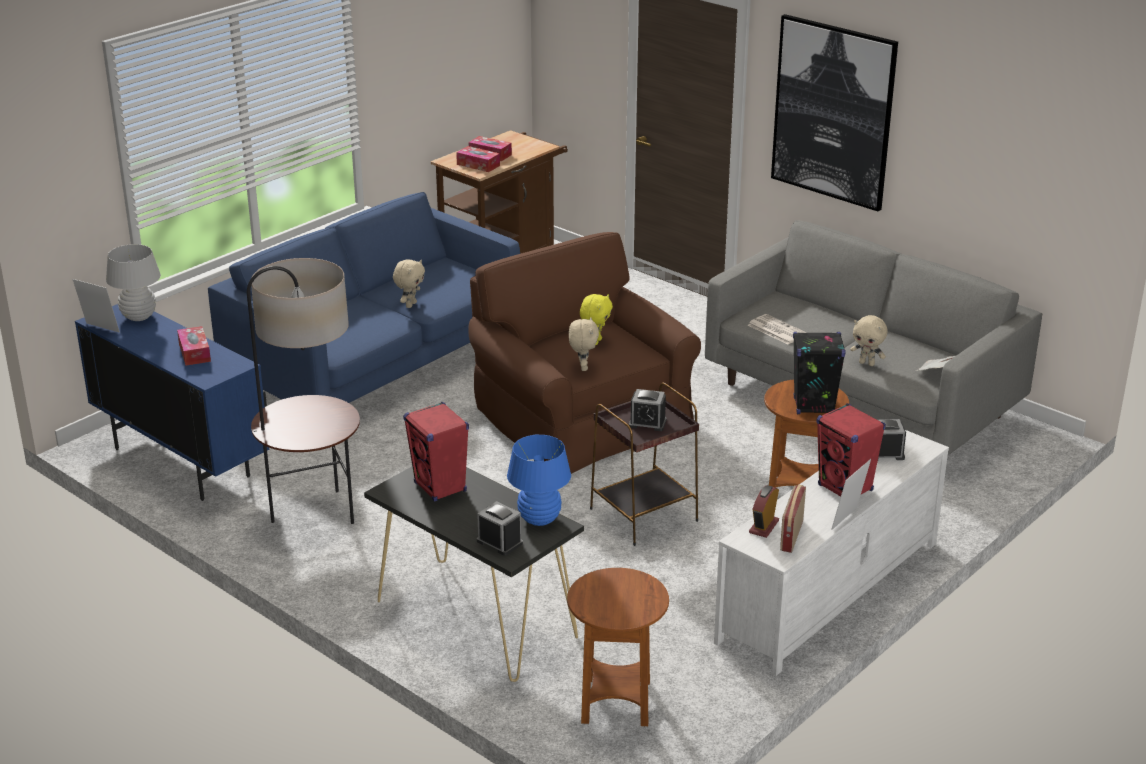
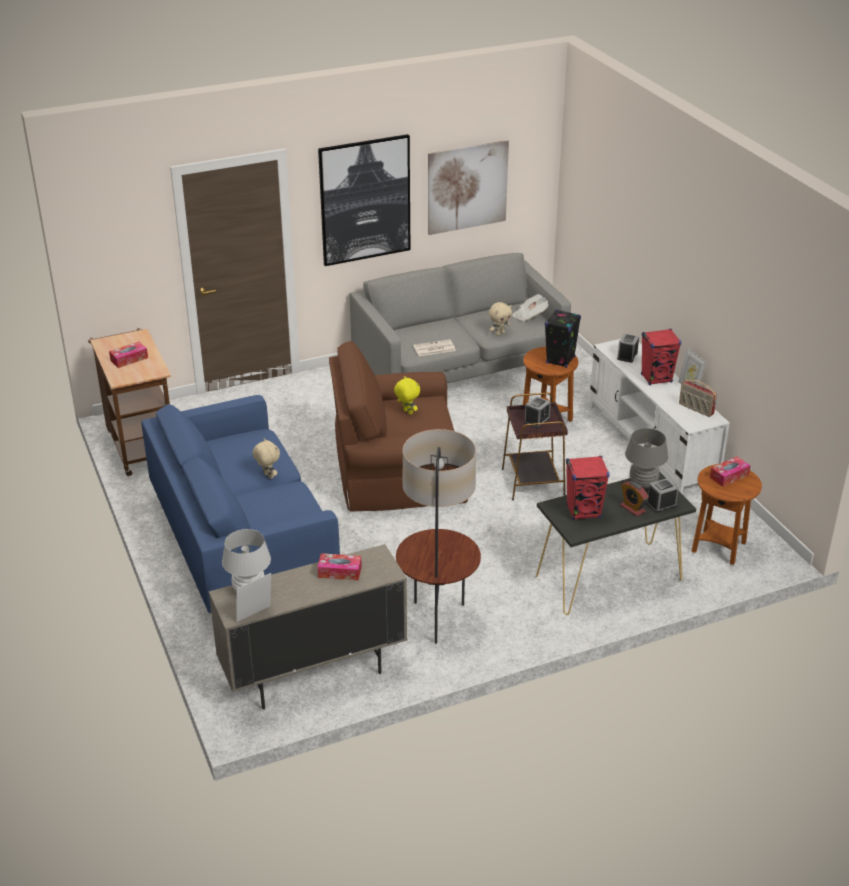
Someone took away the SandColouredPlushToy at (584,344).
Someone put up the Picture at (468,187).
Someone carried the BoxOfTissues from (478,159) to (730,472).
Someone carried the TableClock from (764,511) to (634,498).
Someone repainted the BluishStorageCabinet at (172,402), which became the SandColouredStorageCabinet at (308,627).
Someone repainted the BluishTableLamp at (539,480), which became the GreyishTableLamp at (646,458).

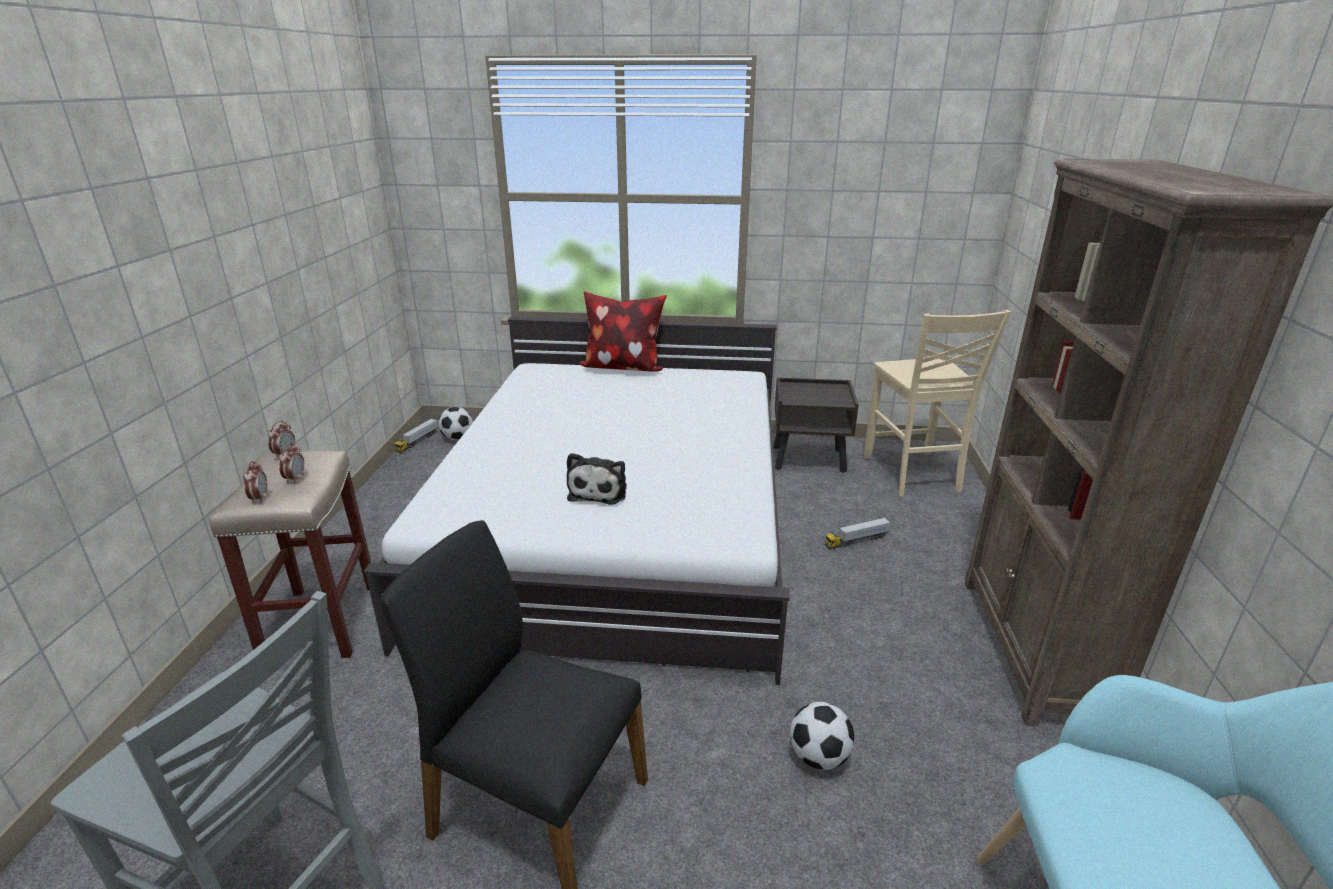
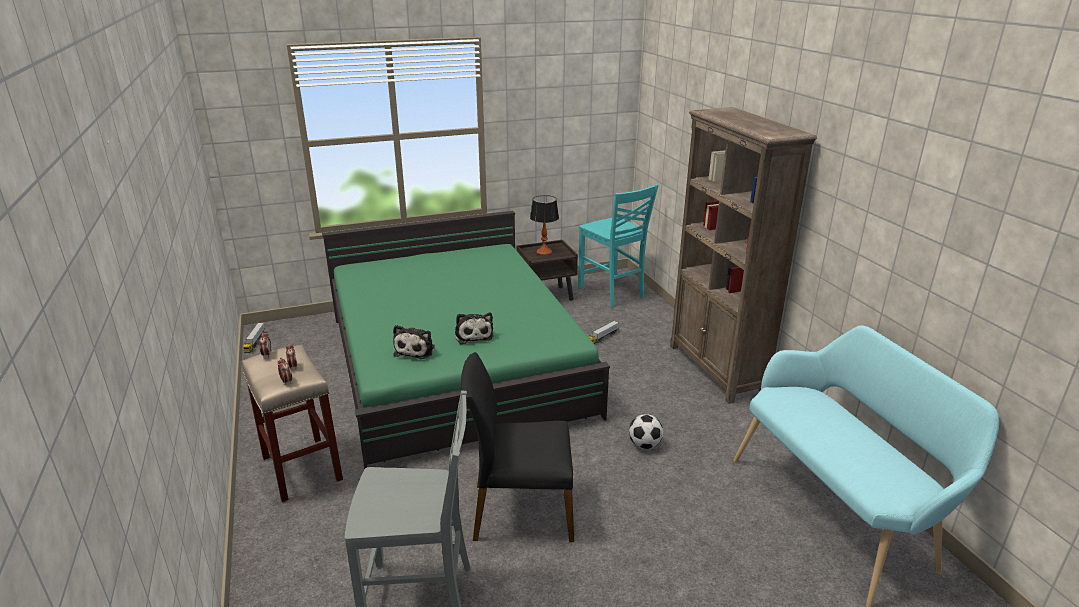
Someone took away the Football at (455,423).
Someone took away the ThrowPillow at (623,331).
Someone put down the PlushToy at (414,342).
Someone put down the TableLamp at (544,225).
Someone repainted the WhiteBed at (577,501), which became the GreenBed at (466,340).
Someone repainted the SandColouredChair at (937,403), which became the BlueGreenChair at (618,246).

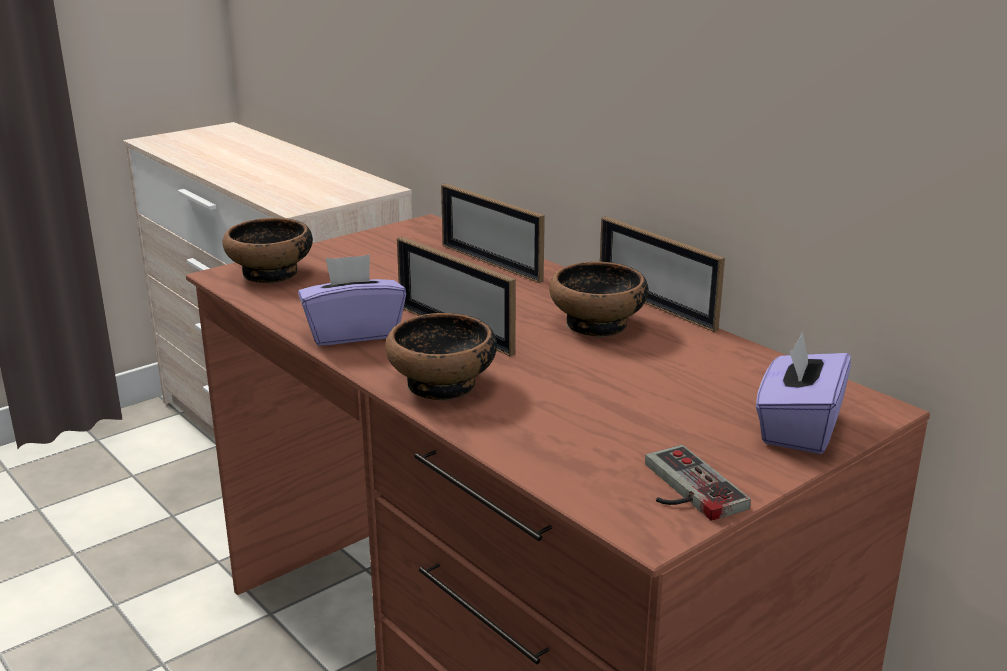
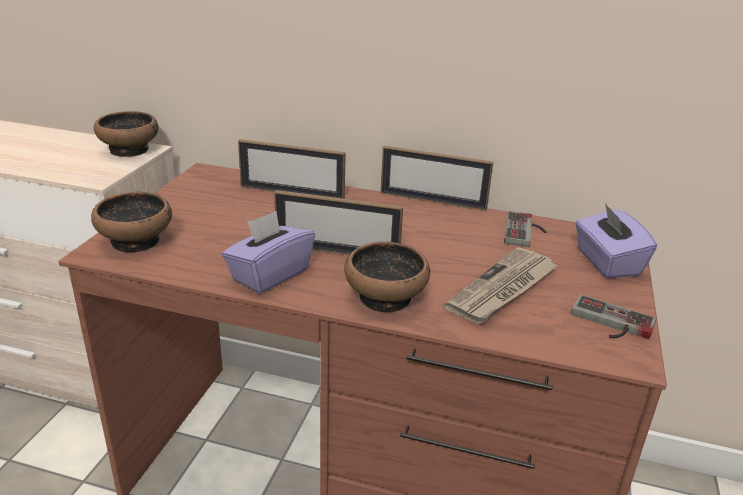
Someone put down the PrintedPaper at (501,285).
Someone put down the GameController at (525,229).
Someone carried the Bowl from (599,299) to (126,134).

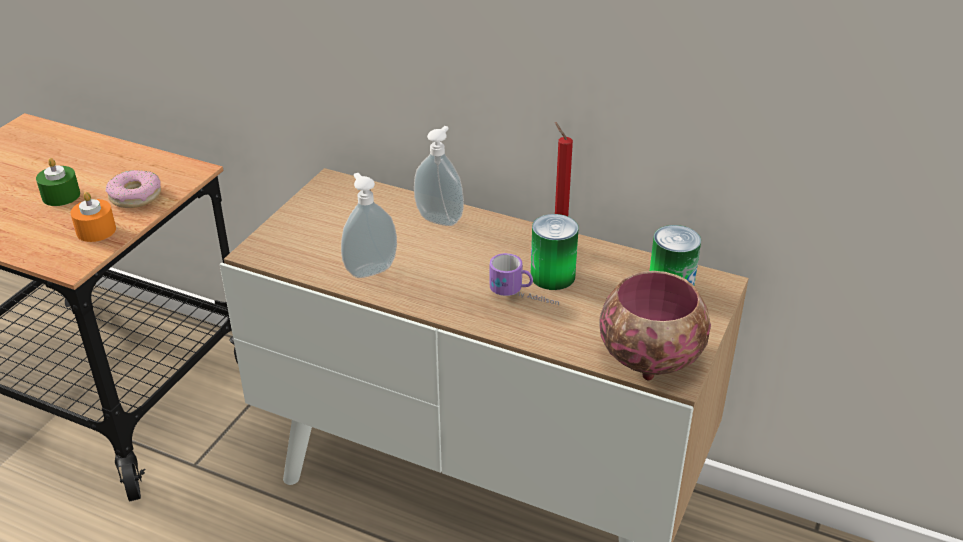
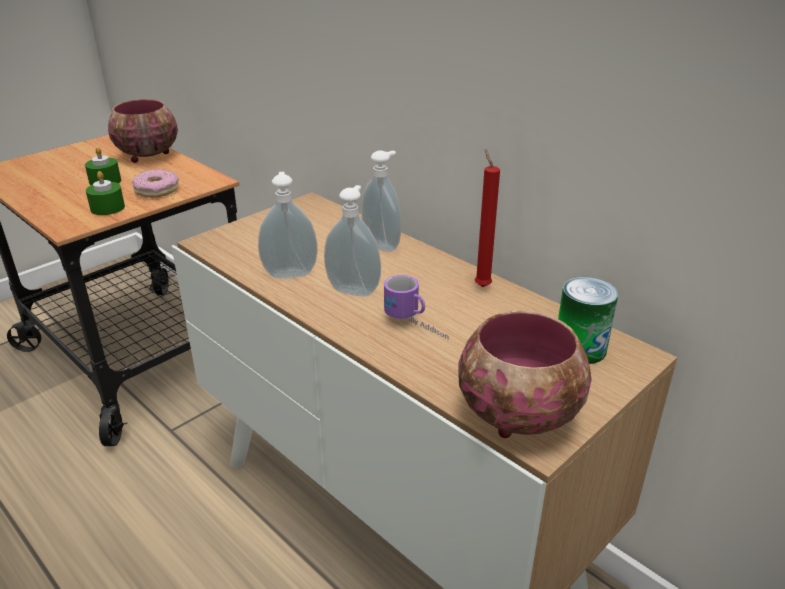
Someone took away the SealedCan at (554,252).
Someone put down the Bowl at (143,131).
Someone put down the SoapDispenser at (352,240).
Someone repainted the OrangeyWaxCandle at (93,217), which became the GreenWaxCandle at (105,193).

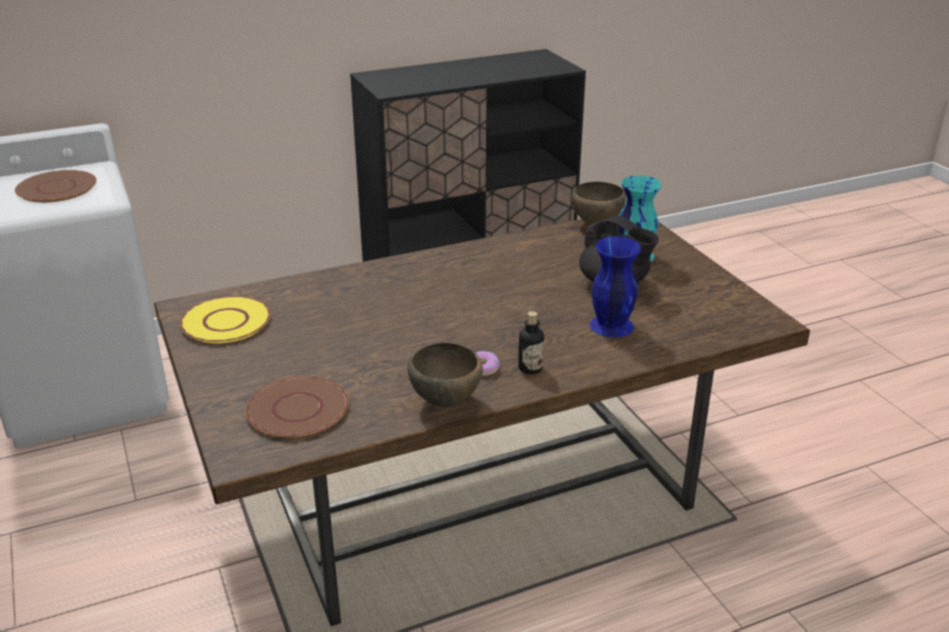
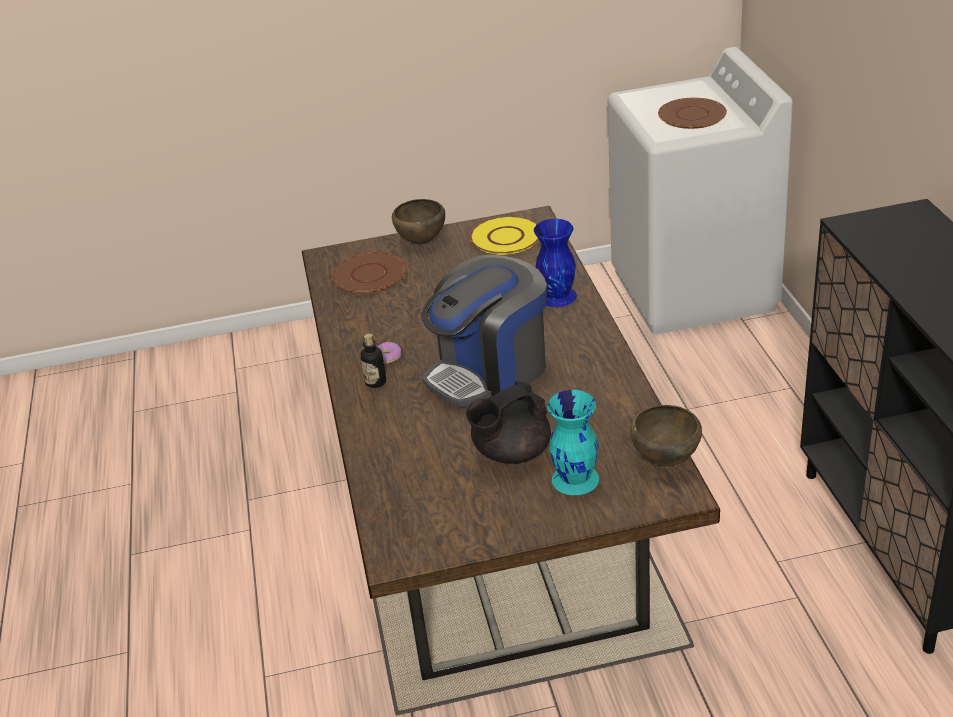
Someone put down the CoffeeMaker at (484,330).
Someone carried the BrownColouredBowl from (445,375) to (418,221).
Someone carried the BluishDecorativeVase from (615,286) to (555,263).

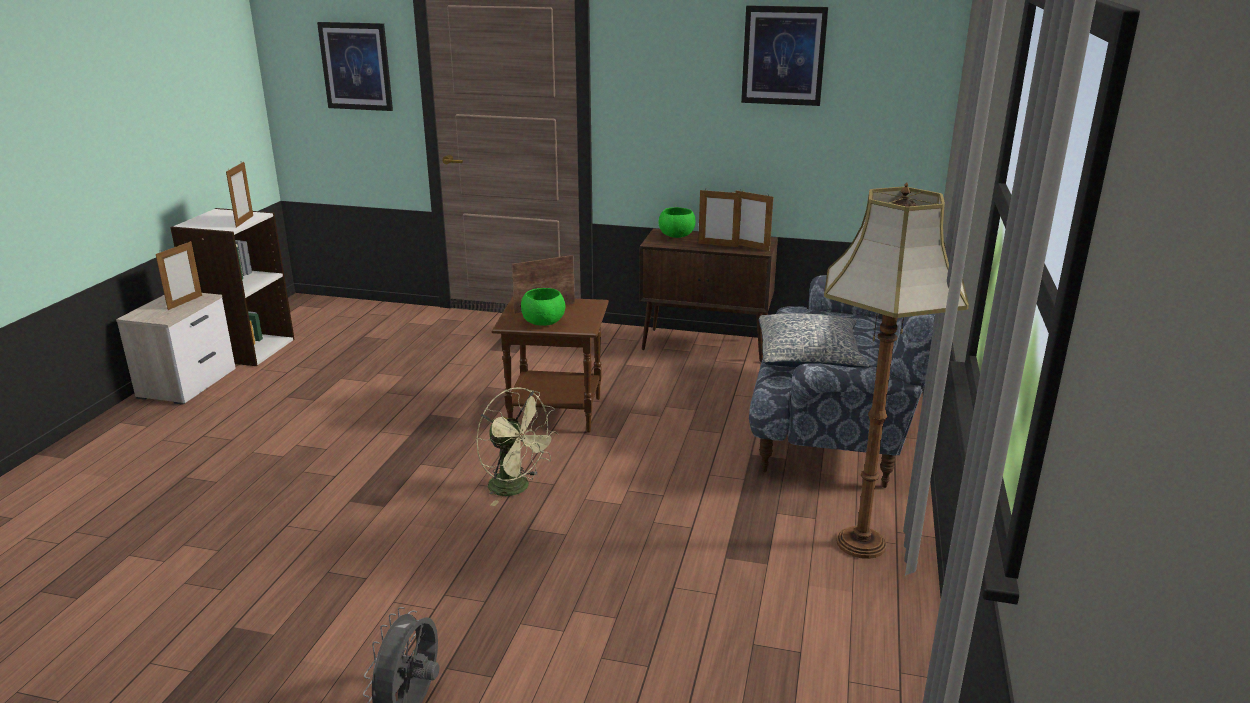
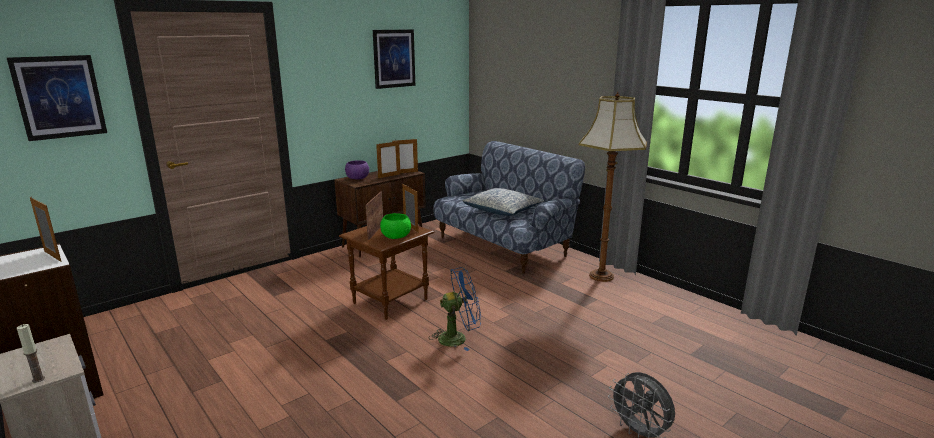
Someone put down the WaxCandle at (31,353).
Someone carried the PictureFrame from (179,275) to (410,208).
Someone repainted the GreenFan at (517,446), which became the BluishFan at (455,309).
Someone repainted the GreenBowl at (677,222), which became the PurplishBowl at (357,170).

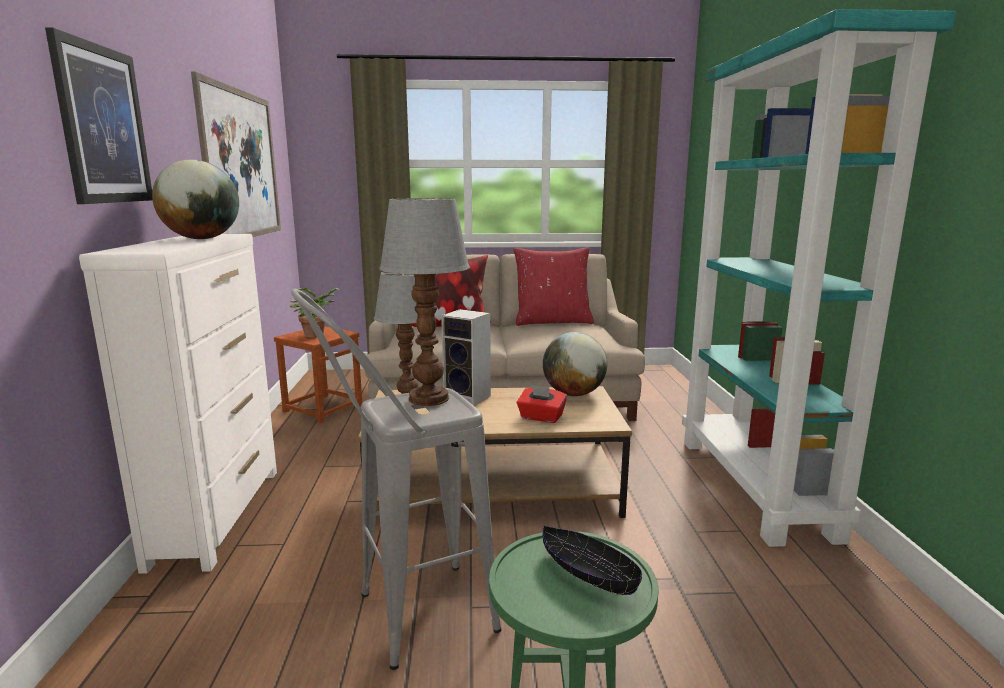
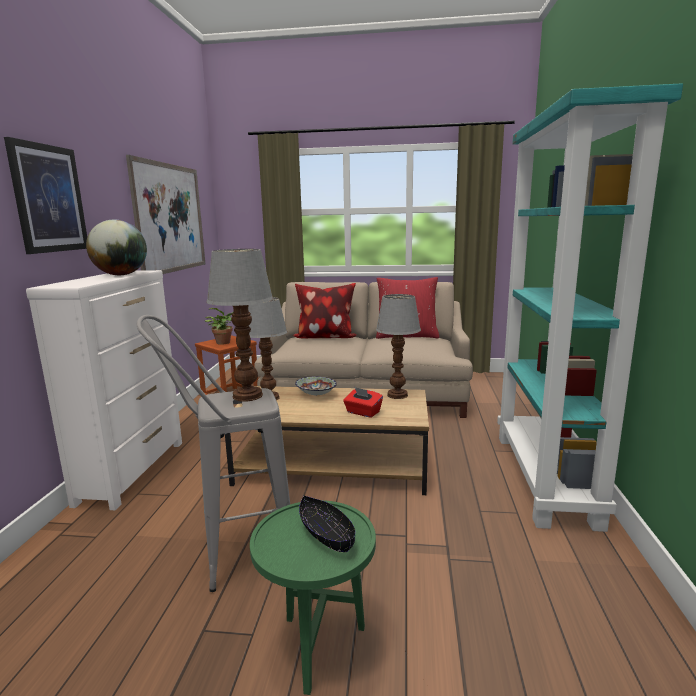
Someone swapped the Speaker at (466,357) for the Bowl at (316,386).
Someone swapped the WorldGlobe at (575,364) for the TableLamp at (398,346).

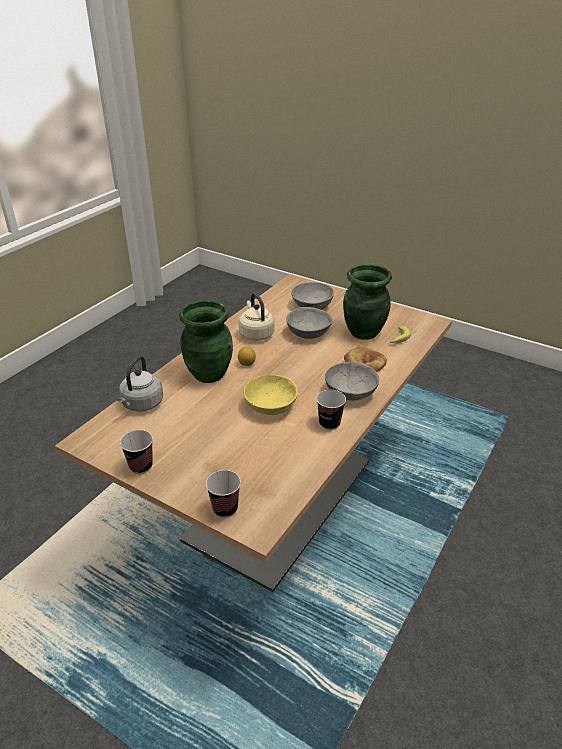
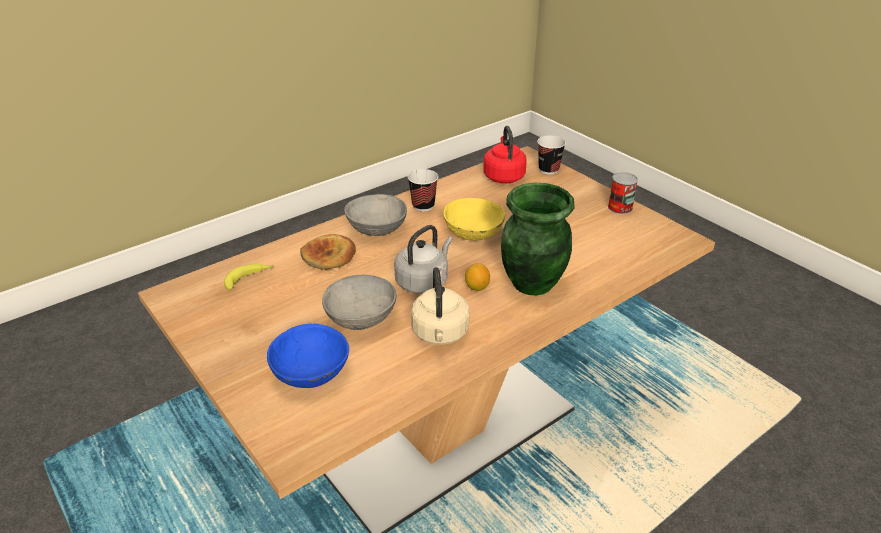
Someone took away the GreenDecorativeVase at (367,302).
Someone put down the RedColouredKettle at (505,154).
Someone carried the GreyishKettle from (140,384) to (423,259).
Someone swapped the SmallCup at (136,452) for the SealedCan at (623,193).
Someone repainted the GreyishBowl at (312,296), which became the BluishBowl at (308,356).

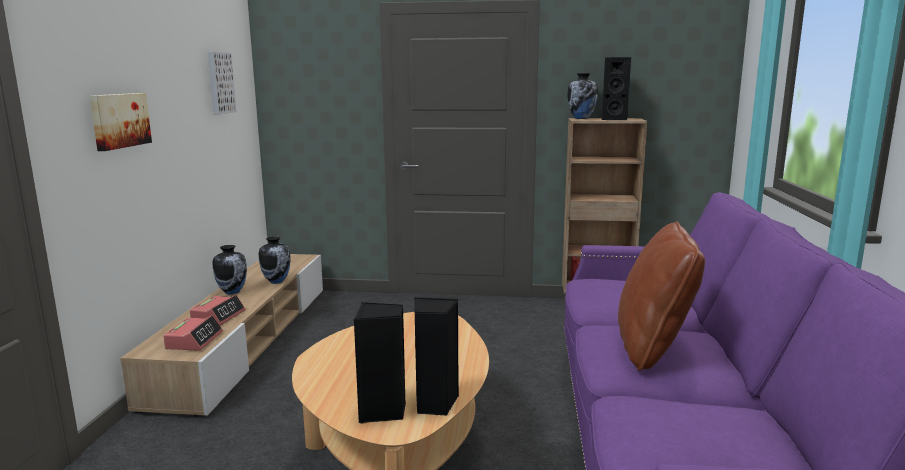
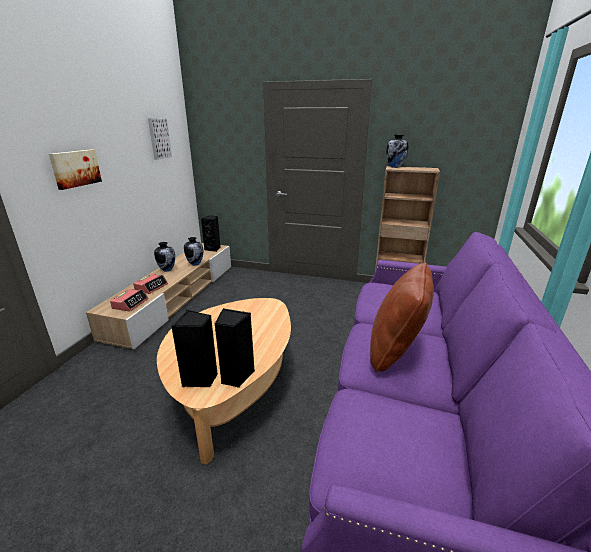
Someone carried the BlackSpeaker from (616,88) to (211,234).

